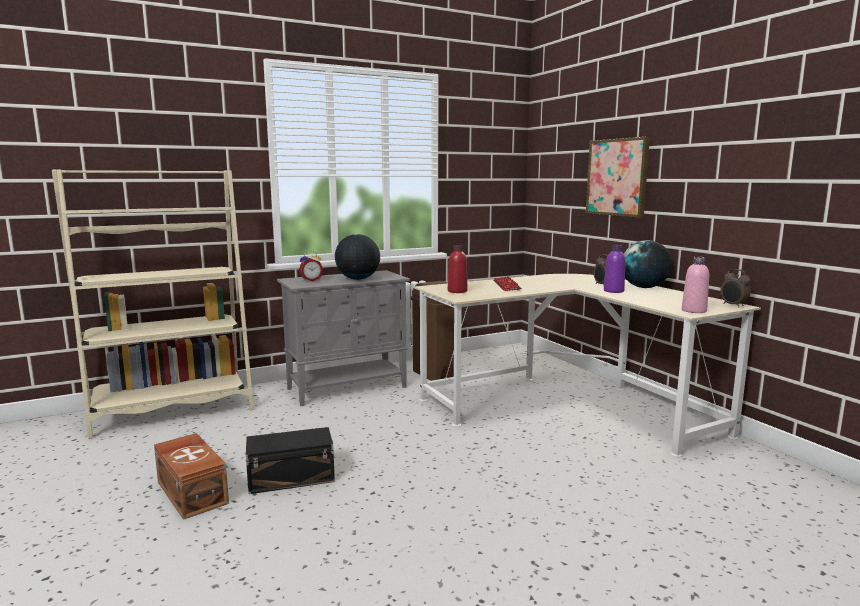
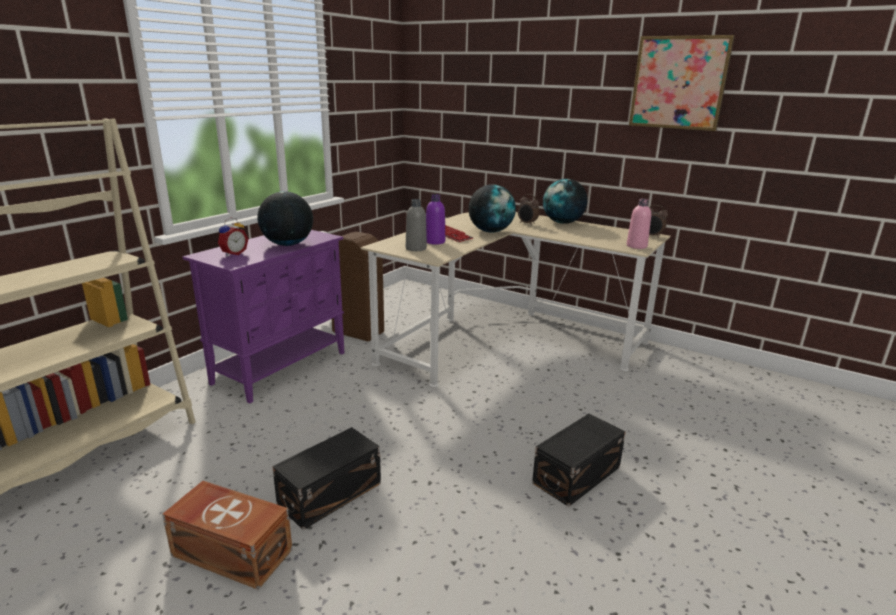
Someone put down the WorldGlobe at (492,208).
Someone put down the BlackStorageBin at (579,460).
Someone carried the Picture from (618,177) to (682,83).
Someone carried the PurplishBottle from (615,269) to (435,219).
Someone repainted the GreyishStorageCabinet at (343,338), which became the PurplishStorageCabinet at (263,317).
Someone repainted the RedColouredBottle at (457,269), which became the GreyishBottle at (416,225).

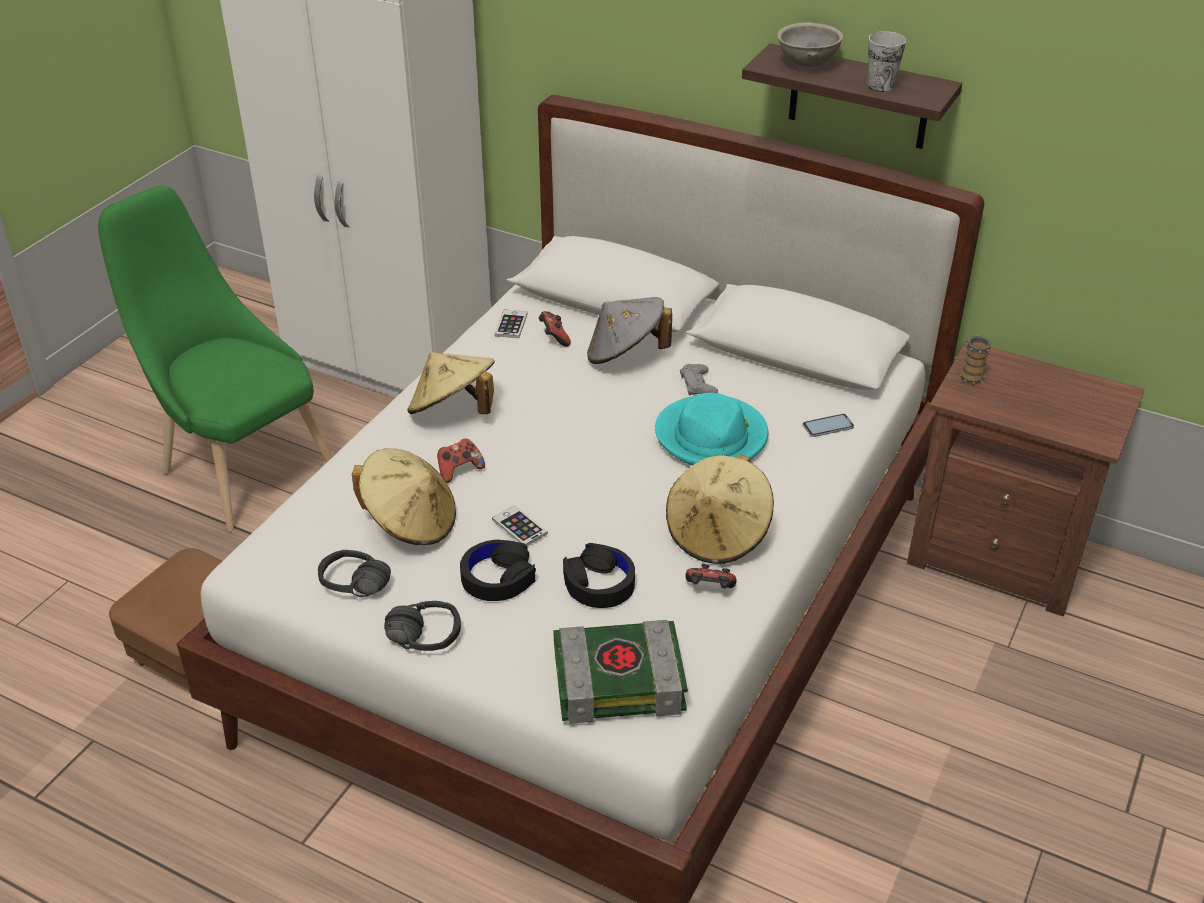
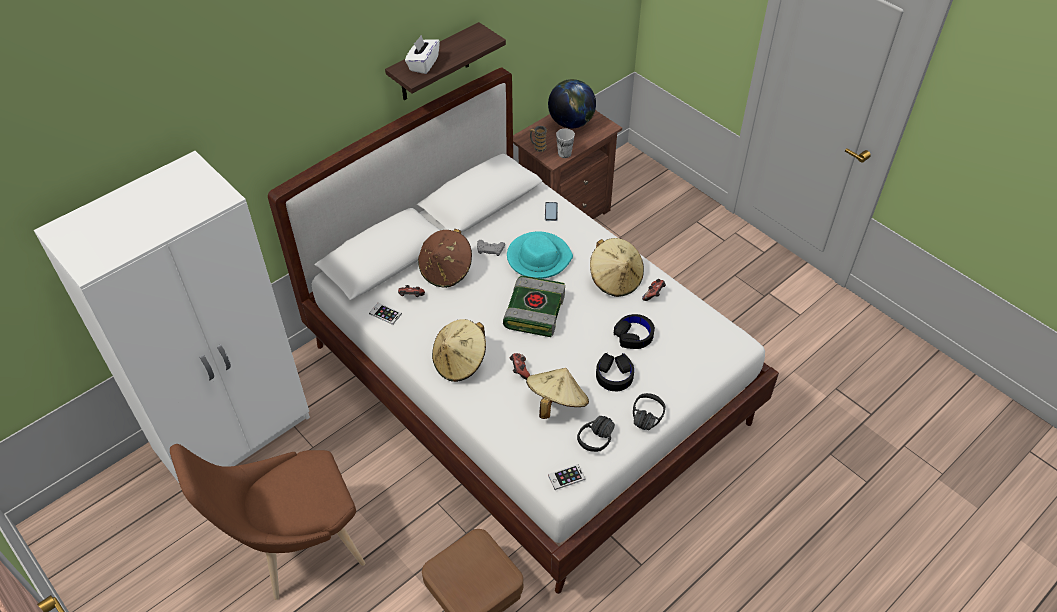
Someone put down the WorldGlobe at (572,104).
Someone carried the Telephone from (520,525) to (566,477).
Someone carried the BoundBook from (621,672) to (534,306).
Someone carried the SmallCup from (887,61) to (565,143).
Someone swapped the GreyishBowl at (810,44) for the WhiteBoxOfTissues at (422,54).
Someone repainted the GreenChair at (215,358), which became the BrownColouredChair at (267,522).
Someone repainted the GreyishHat at (629,330), which became the BrownColouredHat at (445,258).

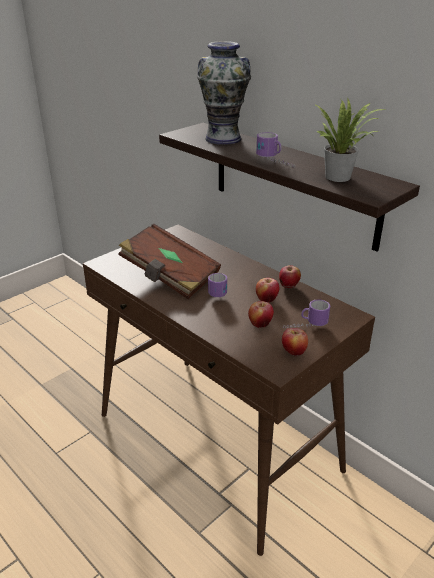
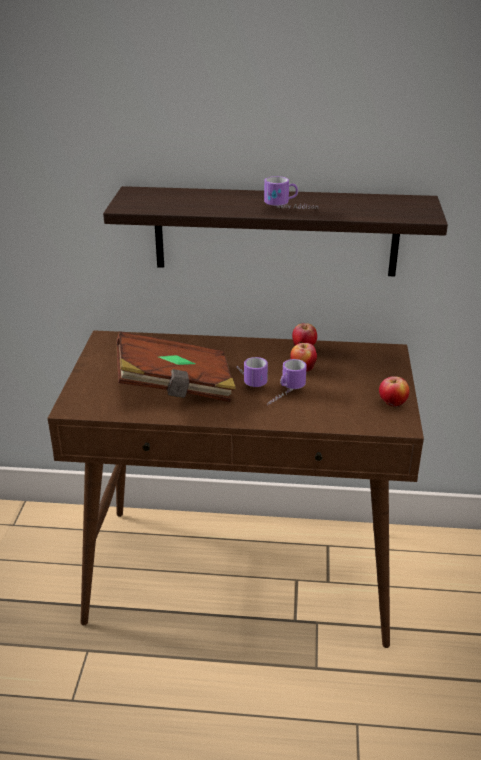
Someone took away the DecorativeVase at (224,93).
Someone took away the AppleFruit at (261,314).
Someone took away the PlantInAPot at (350,140).
Someone carried the Mug from (306,313) to (287,381).

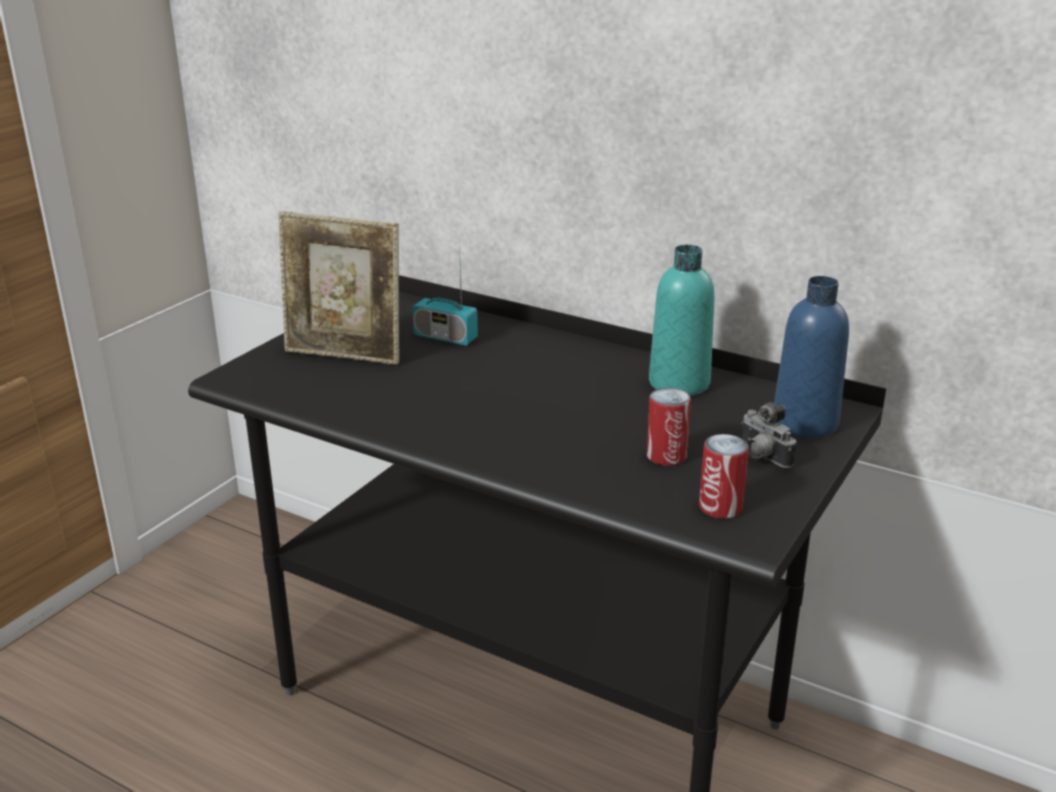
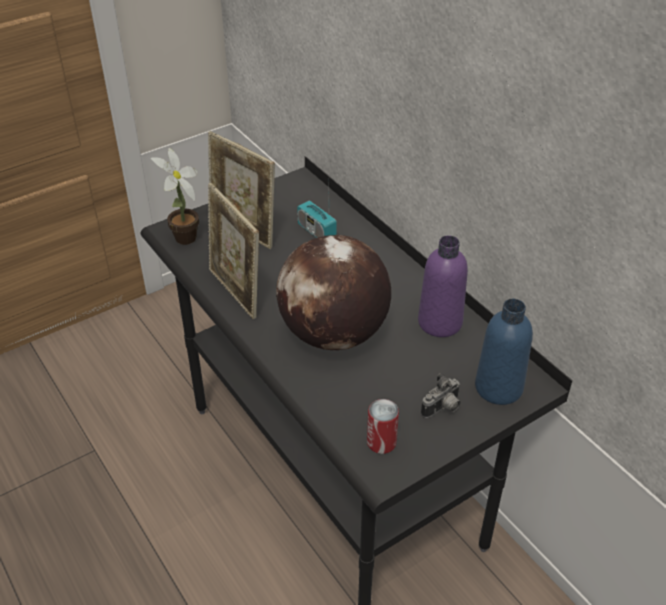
Someone took away the SealedCan at (669,427).
Someone put down the PlantInAPot at (175,196).
Someone put down the PictureFrame at (233,251).
Someone put down the WorldGlobe at (333,292).
Someone repainted the BlueGreenBottle at (681,320), which became the PurplishBottle at (443,286).
Someone rotated the StillCamera at (768,435) by 120 degrees counterclockwise.

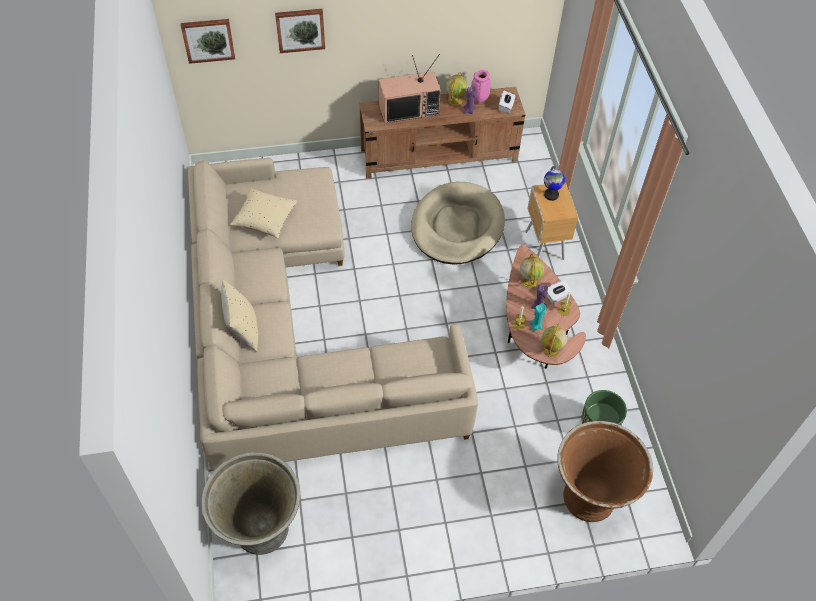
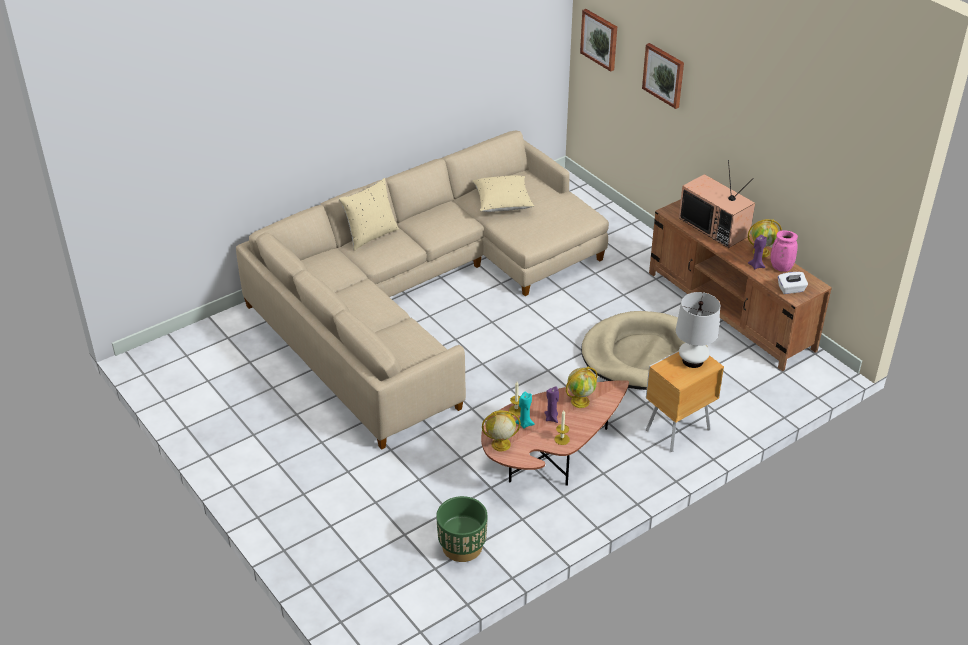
Someone took away the GreyishPlantPot at (250,503).
Someone took away the WhiteBoxOfTissues at (559,292).
Someone took away the BrownColouredPlantPot at (605,471).
Someone swapped the WorldGlobe at (554,183) for the WhiteTableLamp at (698,330).

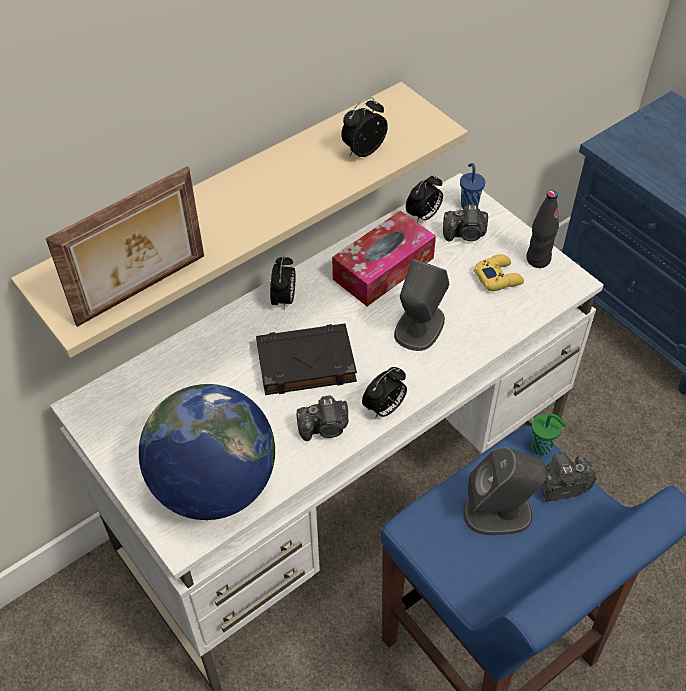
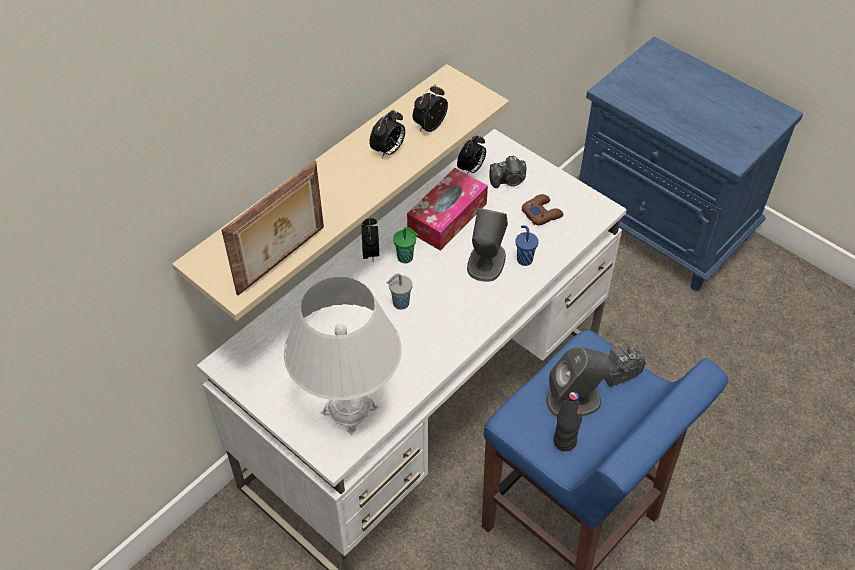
Someone took away the StillCamera at (322,418).
Someone carried the TableClock from (384,393) to (387,134).
Someone carried the BluishSmallCup from (472,186) to (527,245).
Someone carried the BlackBottle from (542,229) to (567,421).
Someone carried the GreenSmallCup from (549,435) to (405,245).
Someone swapped the WorldGlobe at (207,452) for the WhiteTableLamp at (343,356).
Someone swapped the BlackBoundBook at (306,359) for the GreyishSmallCup at (399,292).
Someone repainted the YellowishGameController at (499,272), which became the BrownColouredGameController at (542,210).

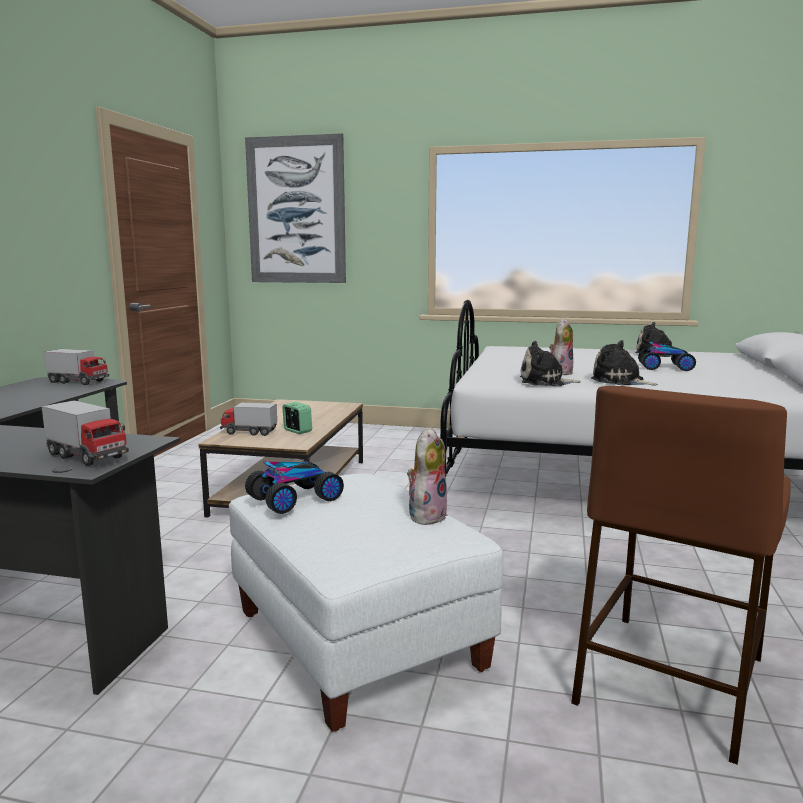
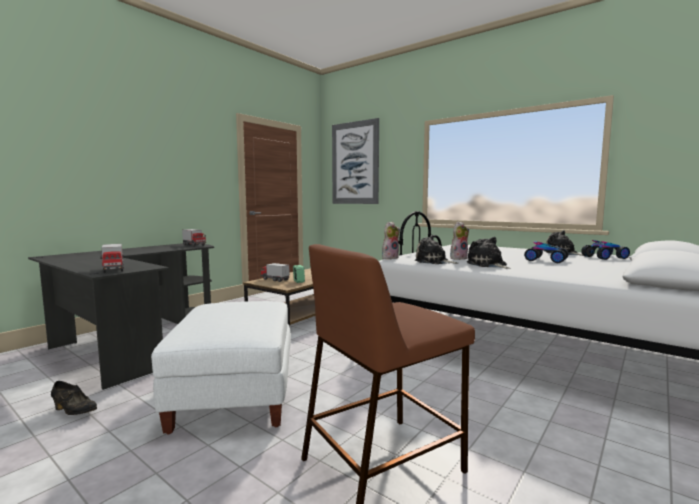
Someone put down the BlackLowShoe at (74,398).
Someone carried the ToyCar from (294,487) to (605,250).
Someone carried the PlushToy from (427,477) to (391,240).

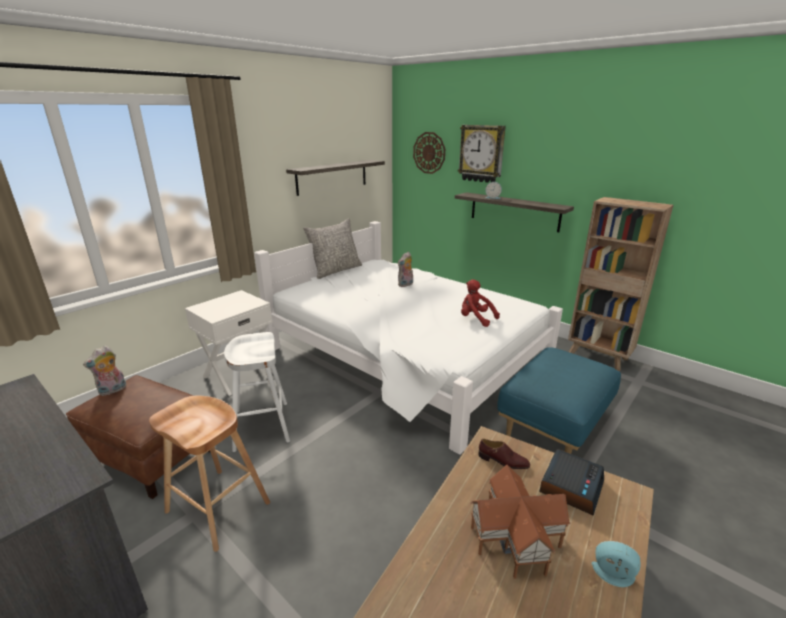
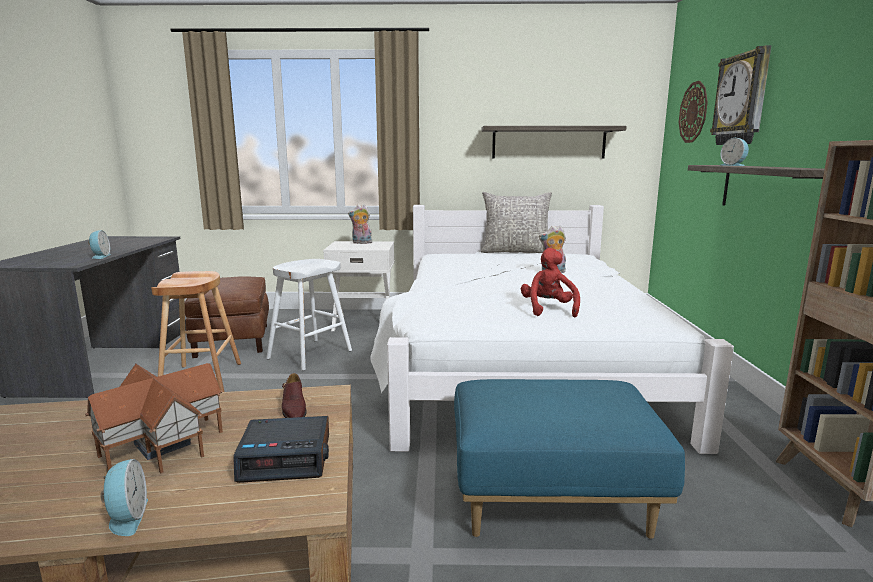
Someone put down the TableClock at (99,244).
Someone carried the PlushToy from (104,371) to (360,224).

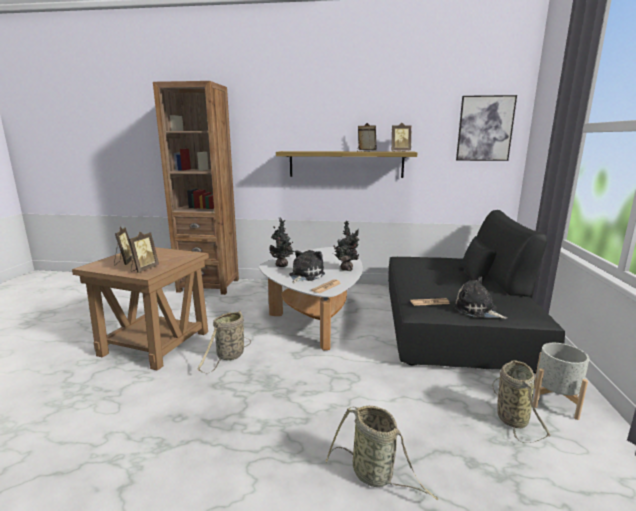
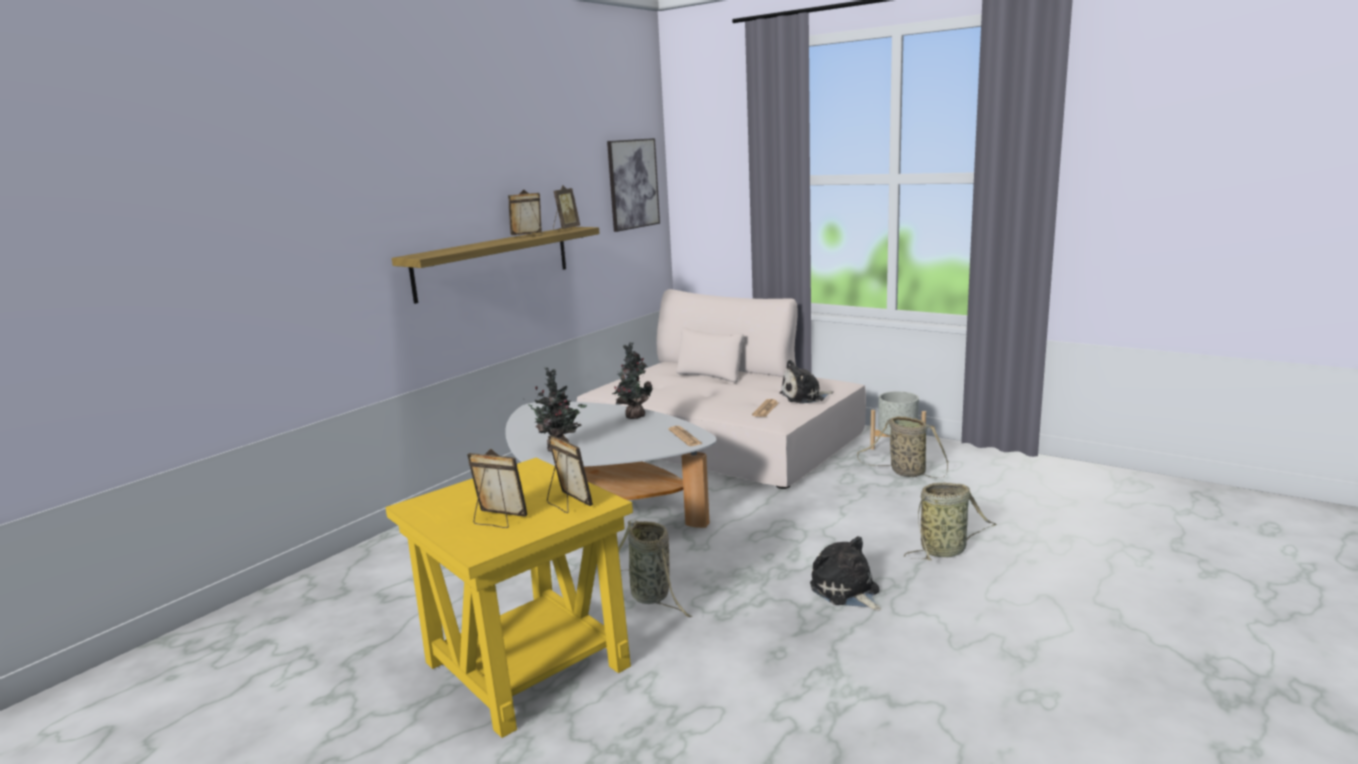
Someone took away the BrownColouredBookshelf at (196,188).
Someone carried the PlushToy from (307,266) to (845,573).
Someone repainted the BrownColouredAccentTable at (140,309), which became the YellowishAccentTable at (509,598).
Someone repainted the BlackSofa at (476,291), which became the SandColouredSofa at (721,389).

